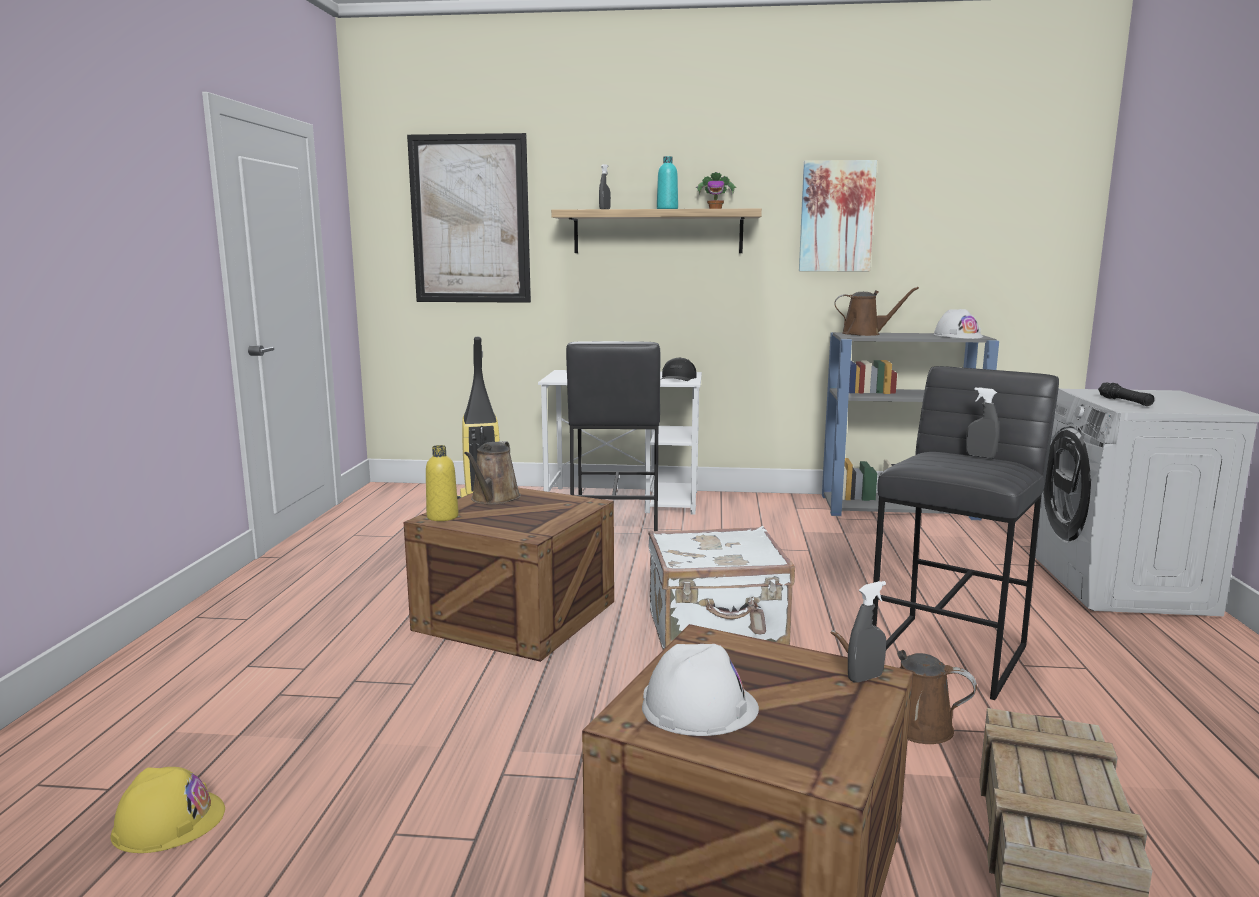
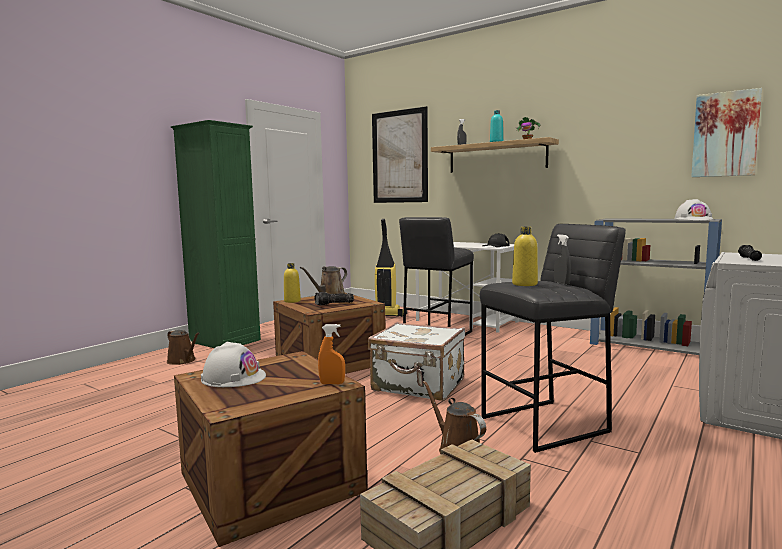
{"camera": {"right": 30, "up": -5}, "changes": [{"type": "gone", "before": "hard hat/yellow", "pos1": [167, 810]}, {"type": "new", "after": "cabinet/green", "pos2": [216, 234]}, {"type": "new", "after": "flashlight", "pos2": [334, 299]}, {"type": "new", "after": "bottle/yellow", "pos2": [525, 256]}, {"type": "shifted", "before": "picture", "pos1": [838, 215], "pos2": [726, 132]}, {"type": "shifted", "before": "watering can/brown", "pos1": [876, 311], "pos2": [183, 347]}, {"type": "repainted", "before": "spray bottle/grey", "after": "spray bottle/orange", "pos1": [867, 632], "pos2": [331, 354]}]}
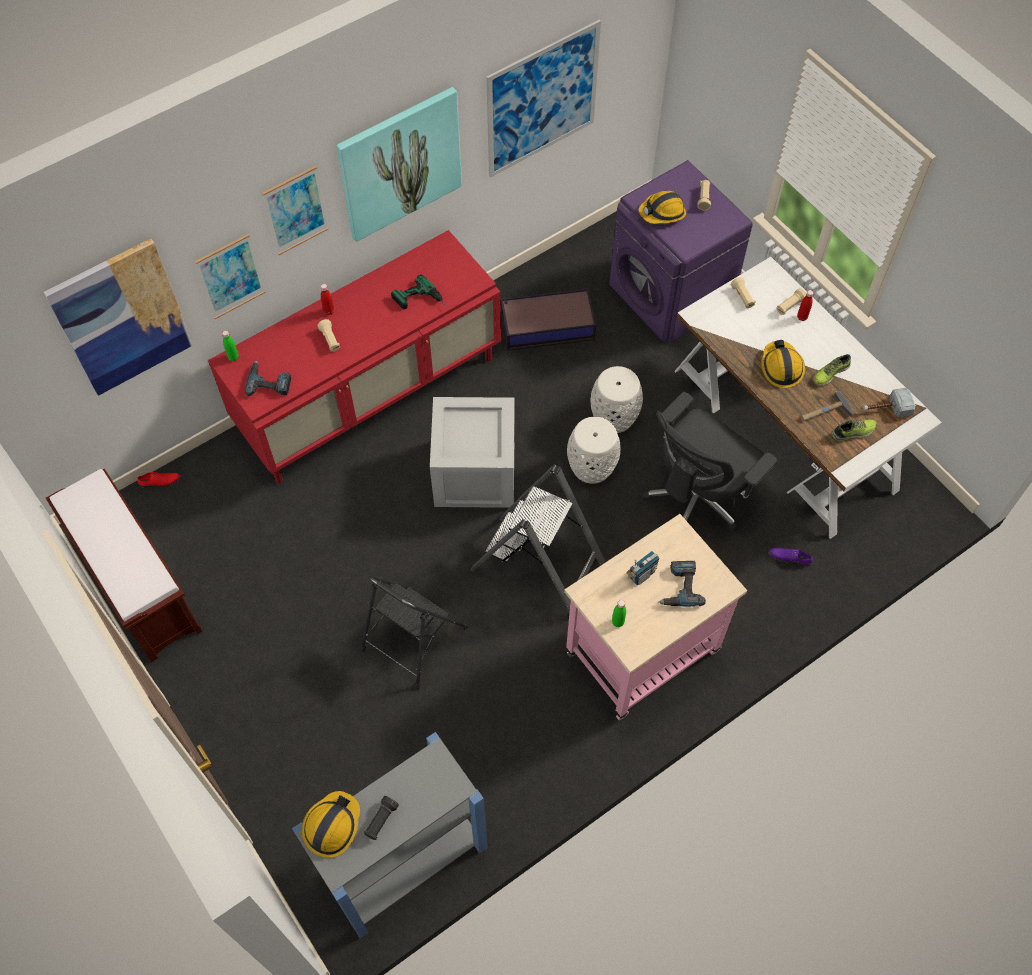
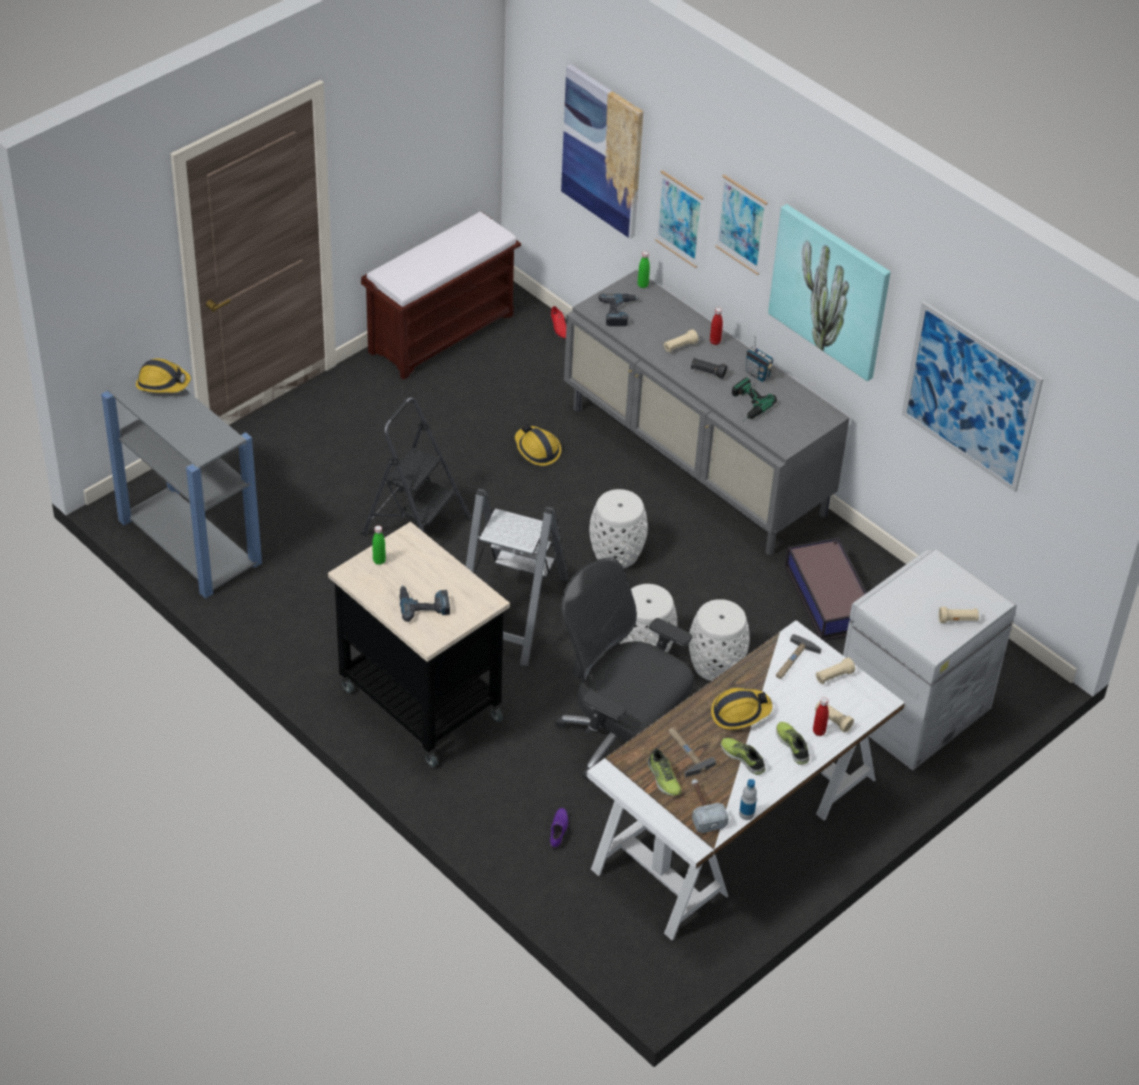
{"camera": {"right": 80, "up": -15}, "changes": [{"type": "new", "after": "bottle", "pos2": [748, 799]}, {"type": "new", "after": "hammer", "pos2": [798, 656]}, {"type": "new", "after": "shoe", "pos2": [792, 743]}, {"type": "shifted", "before": "flashlight/black", "pos1": [381, 818], "pos2": [709, 368]}, {"type": "shifted", "before": "radio", "pos1": [642, 568], "pos2": [760, 359]}, {"type": "shifted", "before": "hard hat", "pos1": [662, 207], "pos2": [538, 445]}, {"type": "swapped", "before": "crate", "after": "stool/white", "pos1": [472, 452], "pos2": [618, 528]}, {"type": "repainted", "before": "cabinet/red", "after": "cabinet/grey", "pos1": [354, 357], "pos2": [706, 412]}, {"type": "repainted", "before": "cart/pink", "after": "cart/black", "pos1": [655, 617], "pos2": [419, 644]}, {"type": "repainted", "before": "washing machine/purple", "after": "washing machine/white", "pos1": [681, 251], "pos2": [930, 660]}]}
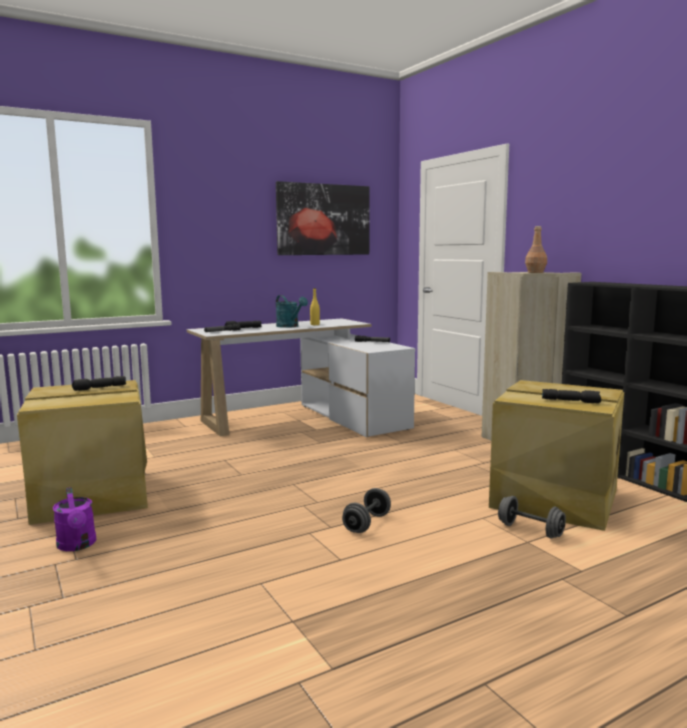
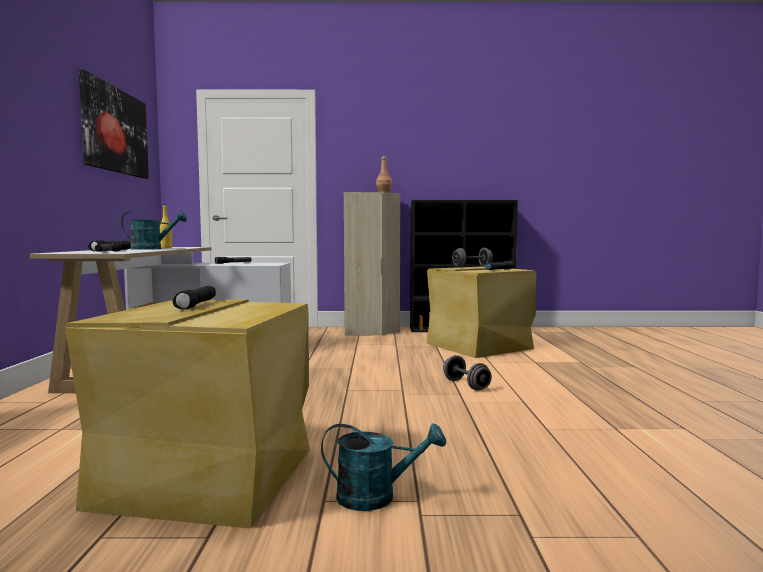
{"camera": {"right": -60, "up": -5}, "changes": [{"type": "shifted", "before": "dumbbell/grey", "pos1": [532, 517], "pos2": [472, 257]}, {"type": "repainted", "before": "watering can/purple", "after": "watering can/turquoise", "pos1": [74, 519], "pos2": [383, 467]}]}
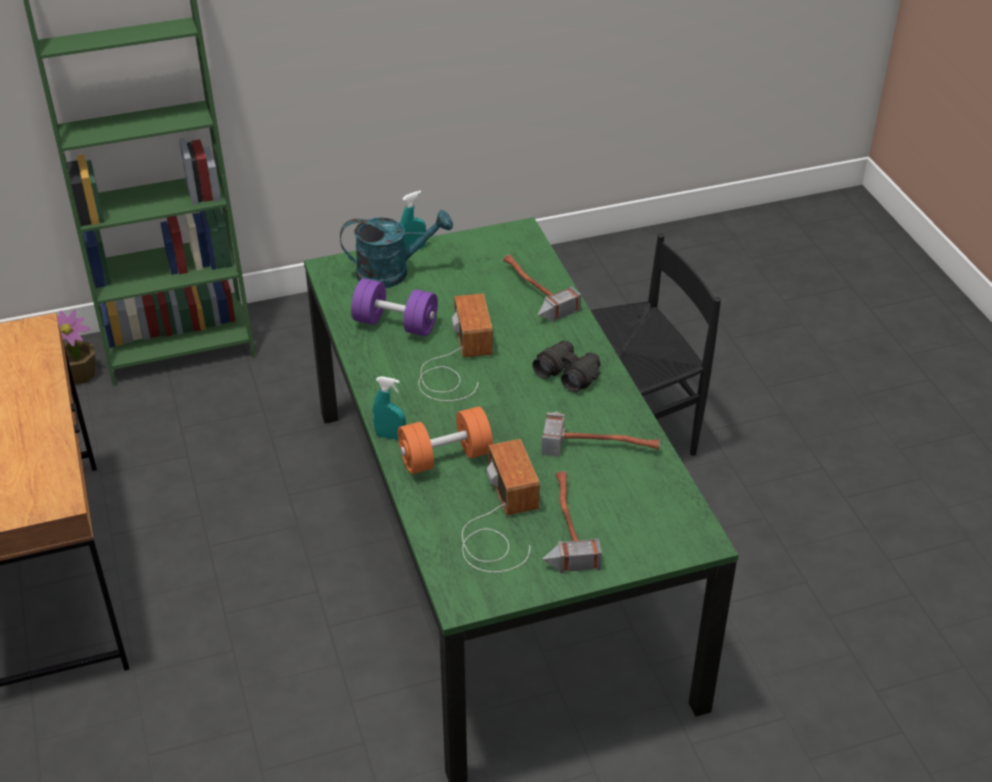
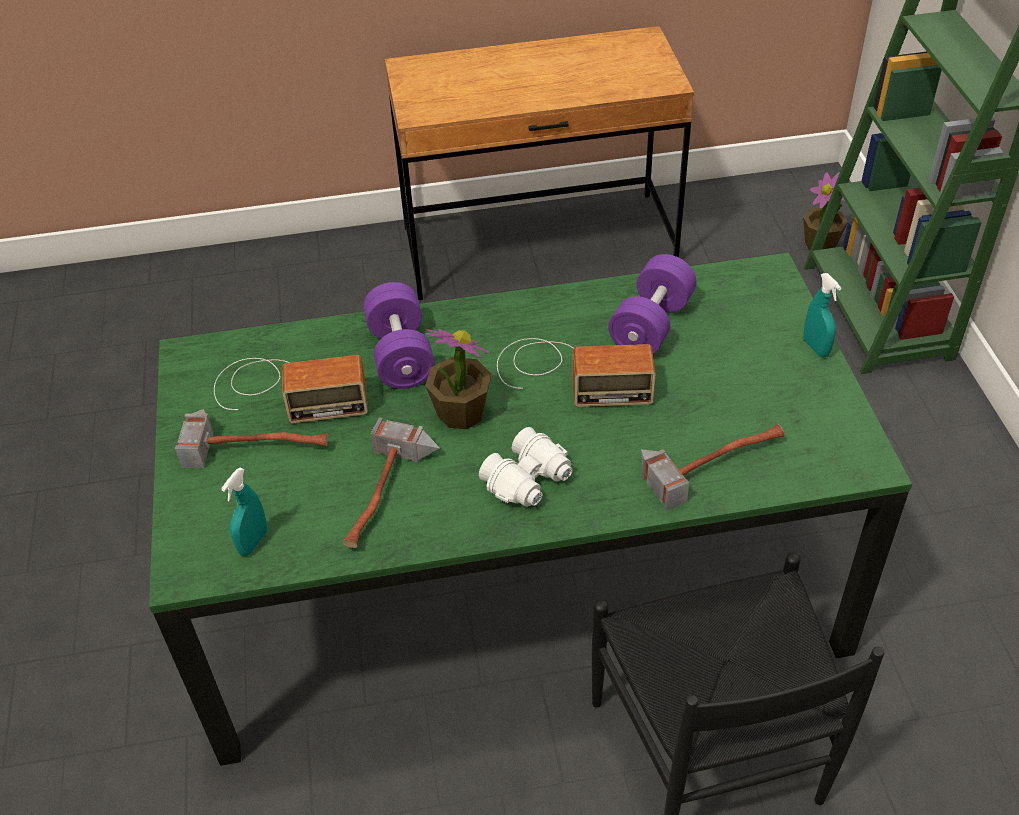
{"camera": {"right": 100, "up": 5}, "changes": [{"type": "gone", "before": "watering can/turquoise", "pos1": [396, 249]}, {"type": "new", "after": "potted plant", "pos2": [458, 379]}, {"type": "shifted", "before": "spray bottle/turquoise", "pos1": [389, 408], "pos2": [244, 512]}, {"type": "repainted", "before": "dumbbell/orange", "after": "dumbbell/purple", "pos1": [445, 440], "pos2": [399, 335]}, {"type": "repainted", "before": "binoculars/black", "after": "binoculars/white", "pos1": [566, 366], "pos2": [525, 467]}]}
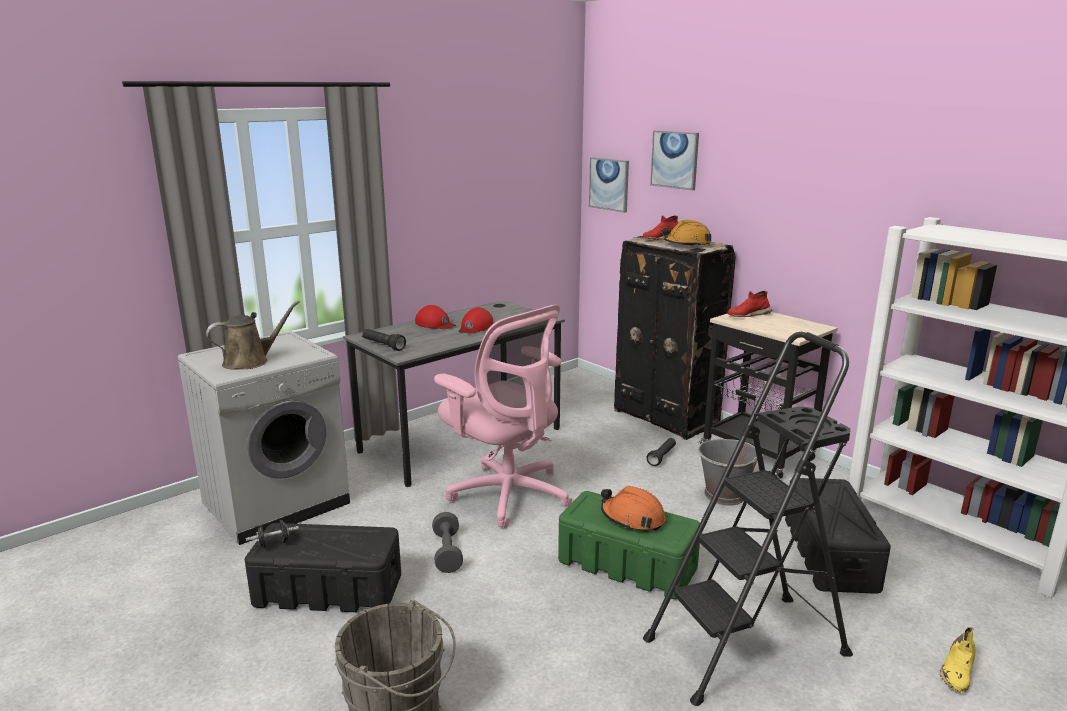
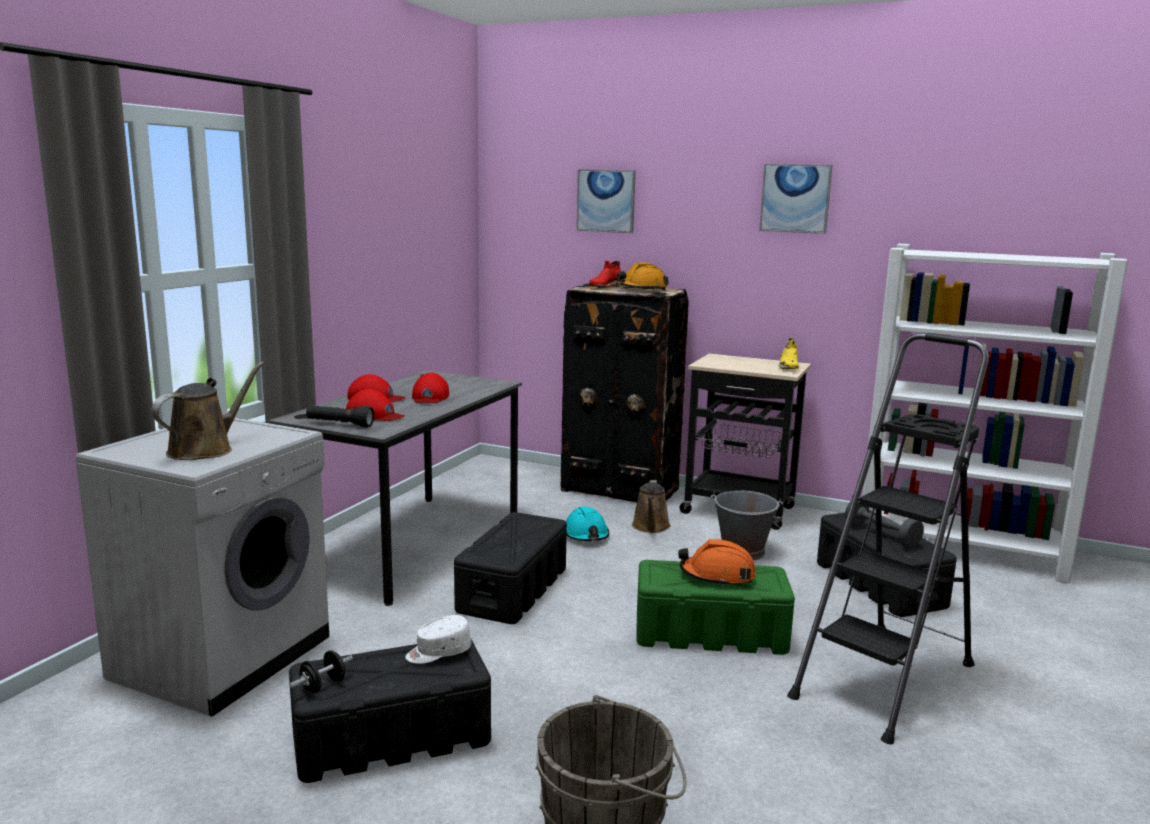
{"camera": {"right": -25, "up": -5}, "changes": [{"type": "gone", "before": "shoe/red", "pos1": [750, 304]}, {"type": "new", "after": "cap/red", "pos2": [375, 405]}, {"type": "new", "after": "cap/white", "pos2": [438, 639]}, {"type": "new", "after": "hard hat/turquoise", "pos2": [587, 523]}, {"type": "shifted", "before": "dumbbell/grey", "pos1": [447, 542], "pos2": [884, 524]}, {"type": "shifted", "before": "picture", "pos1": [609, 185], "pos2": [795, 199]}, {"type": "shifted", "before": "shoe/yellow", "pos1": [958, 660], "pos2": [788, 353]}, {"type": "swapped", "before": "office chair/pink", "after": "storage box/black", "pos1": [503, 416], "pos2": [510, 568]}, {"type": "swapped", "before": "flashlight/black", "after": "watering can/brown", "pos1": [661, 452], "pos2": [651, 506]}]}
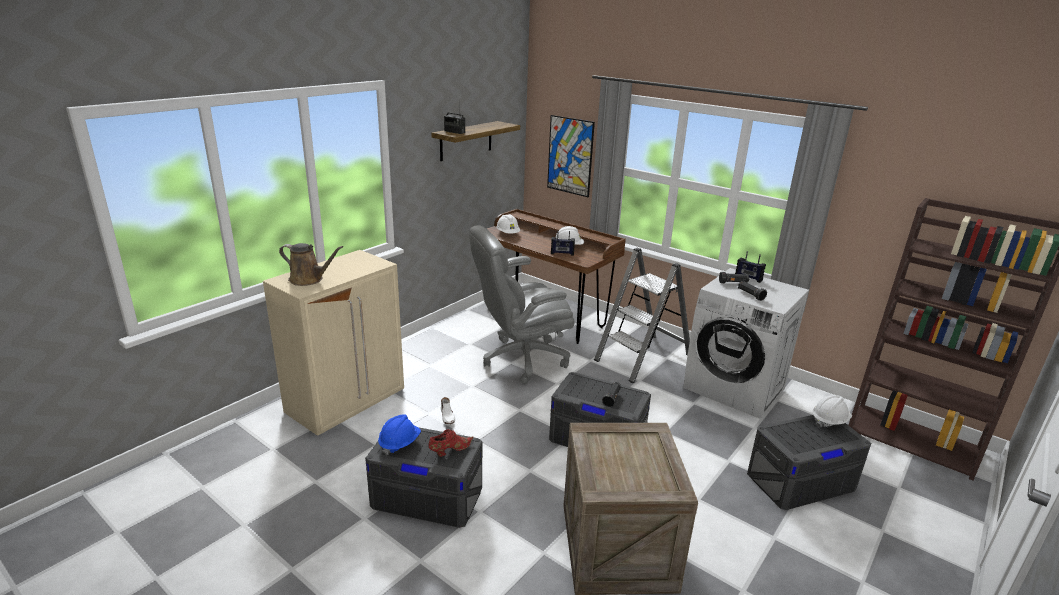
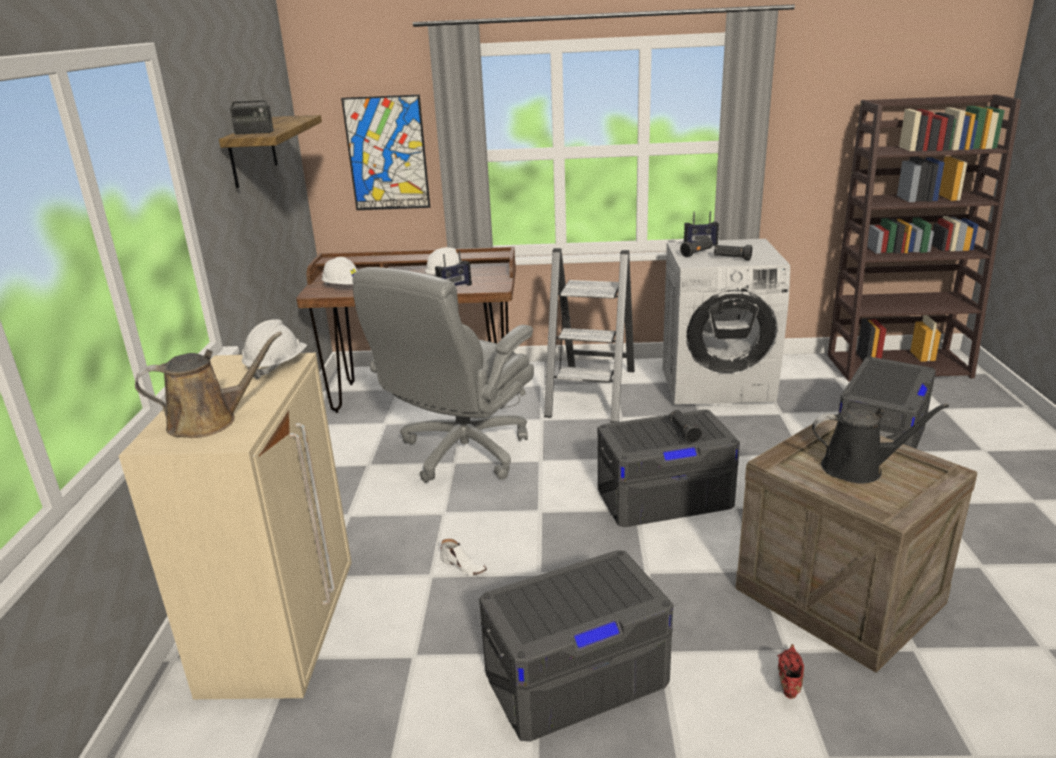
{"camera": {"right": -35, "up": 0}, "changes": [{"type": "gone", "before": "hard hat/blue", "pos1": [399, 434]}, {"type": "new", "after": "watering can/black", "pos2": [880, 444]}, {"type": "shifted", "before": "shoe/red", "pos1": [450, 443], "pos2": [790, 671]}, {"type": "shifted", "before": "hard hat/white", "pos1": [832, 411], "pos2": [274, 349]}]}
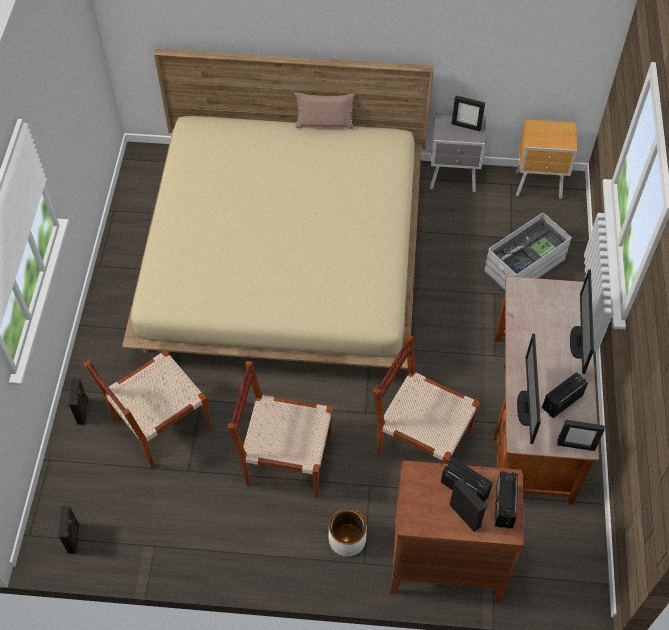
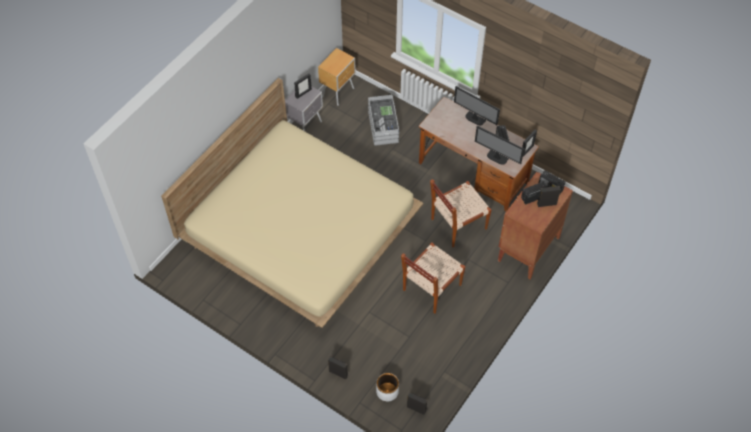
{"camera": {"right": -60, "up": 0}, "changes": [{"type": "gone", "before": "chair", "pos1": [147, 408]}, {"type": "gone", "before": "pillow/beige", "pos1": [325, 110]}, {"type": "shifted", "before": "planter/white", "pos1": [348, 533], "pos2": [387, 387]}]}
